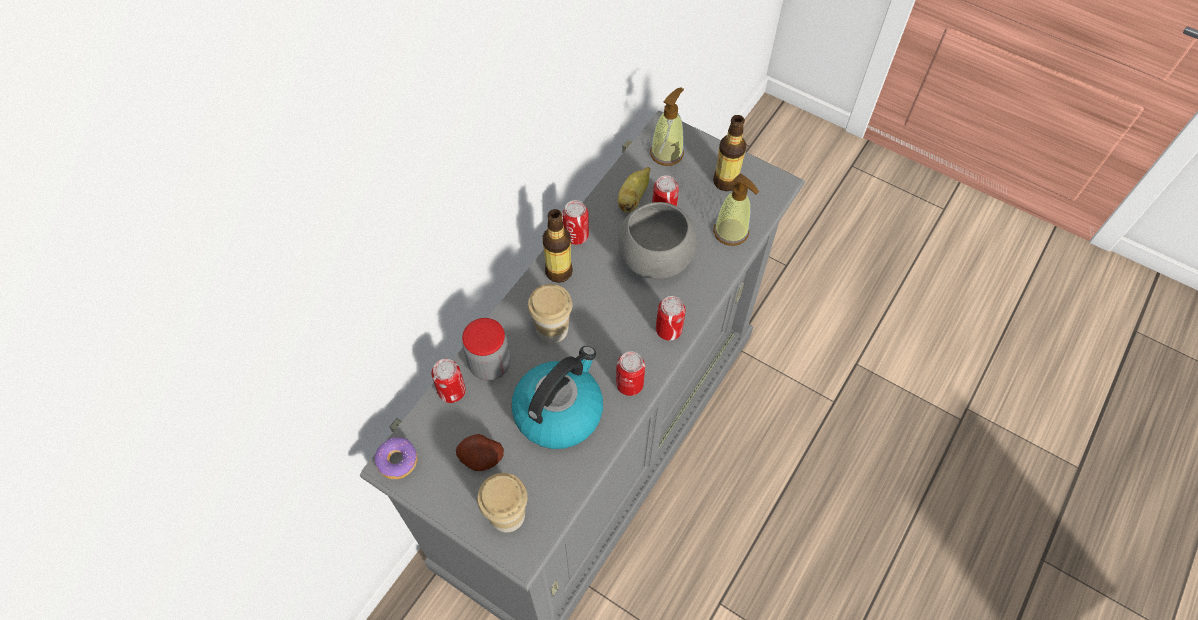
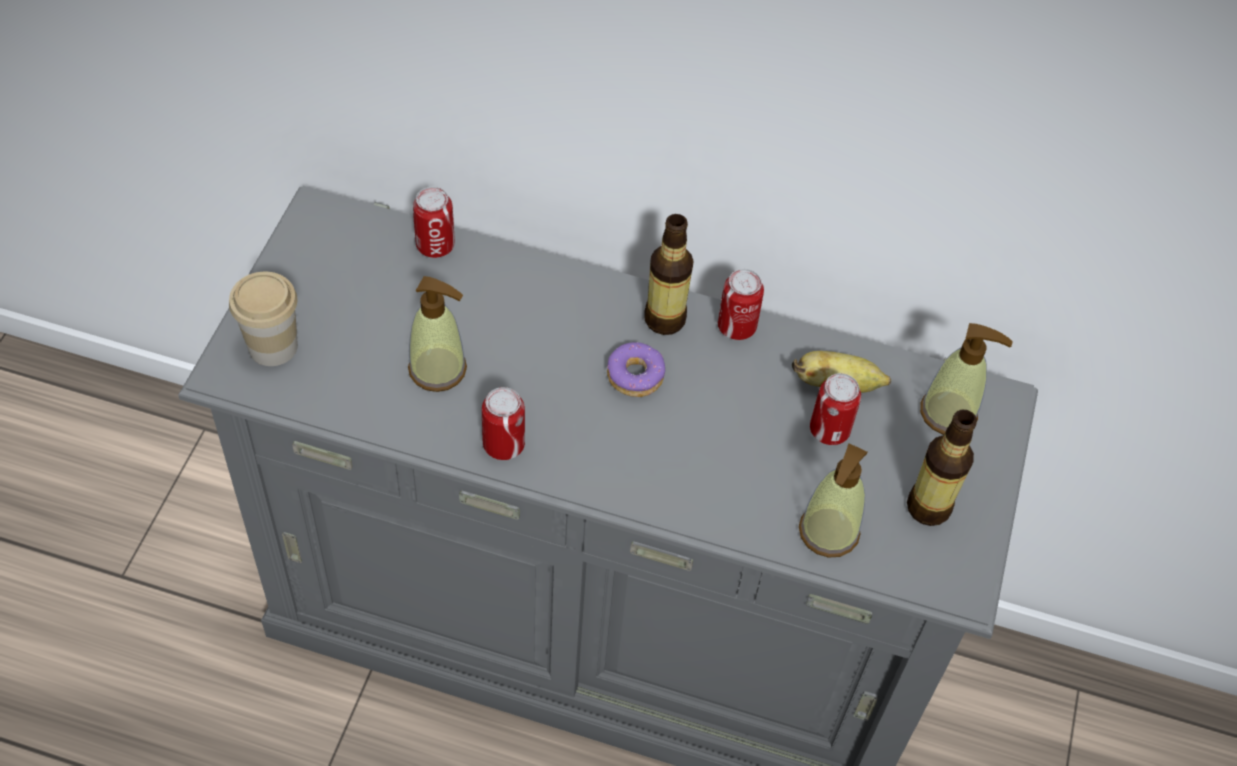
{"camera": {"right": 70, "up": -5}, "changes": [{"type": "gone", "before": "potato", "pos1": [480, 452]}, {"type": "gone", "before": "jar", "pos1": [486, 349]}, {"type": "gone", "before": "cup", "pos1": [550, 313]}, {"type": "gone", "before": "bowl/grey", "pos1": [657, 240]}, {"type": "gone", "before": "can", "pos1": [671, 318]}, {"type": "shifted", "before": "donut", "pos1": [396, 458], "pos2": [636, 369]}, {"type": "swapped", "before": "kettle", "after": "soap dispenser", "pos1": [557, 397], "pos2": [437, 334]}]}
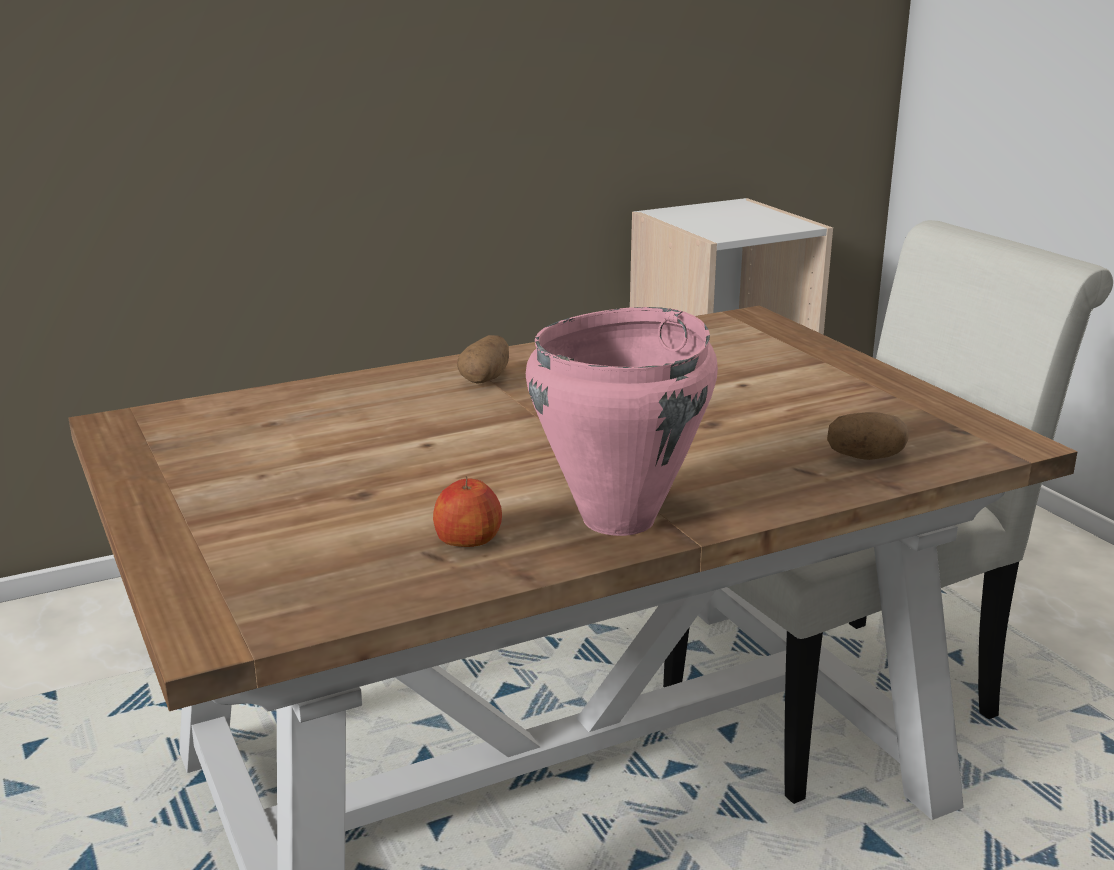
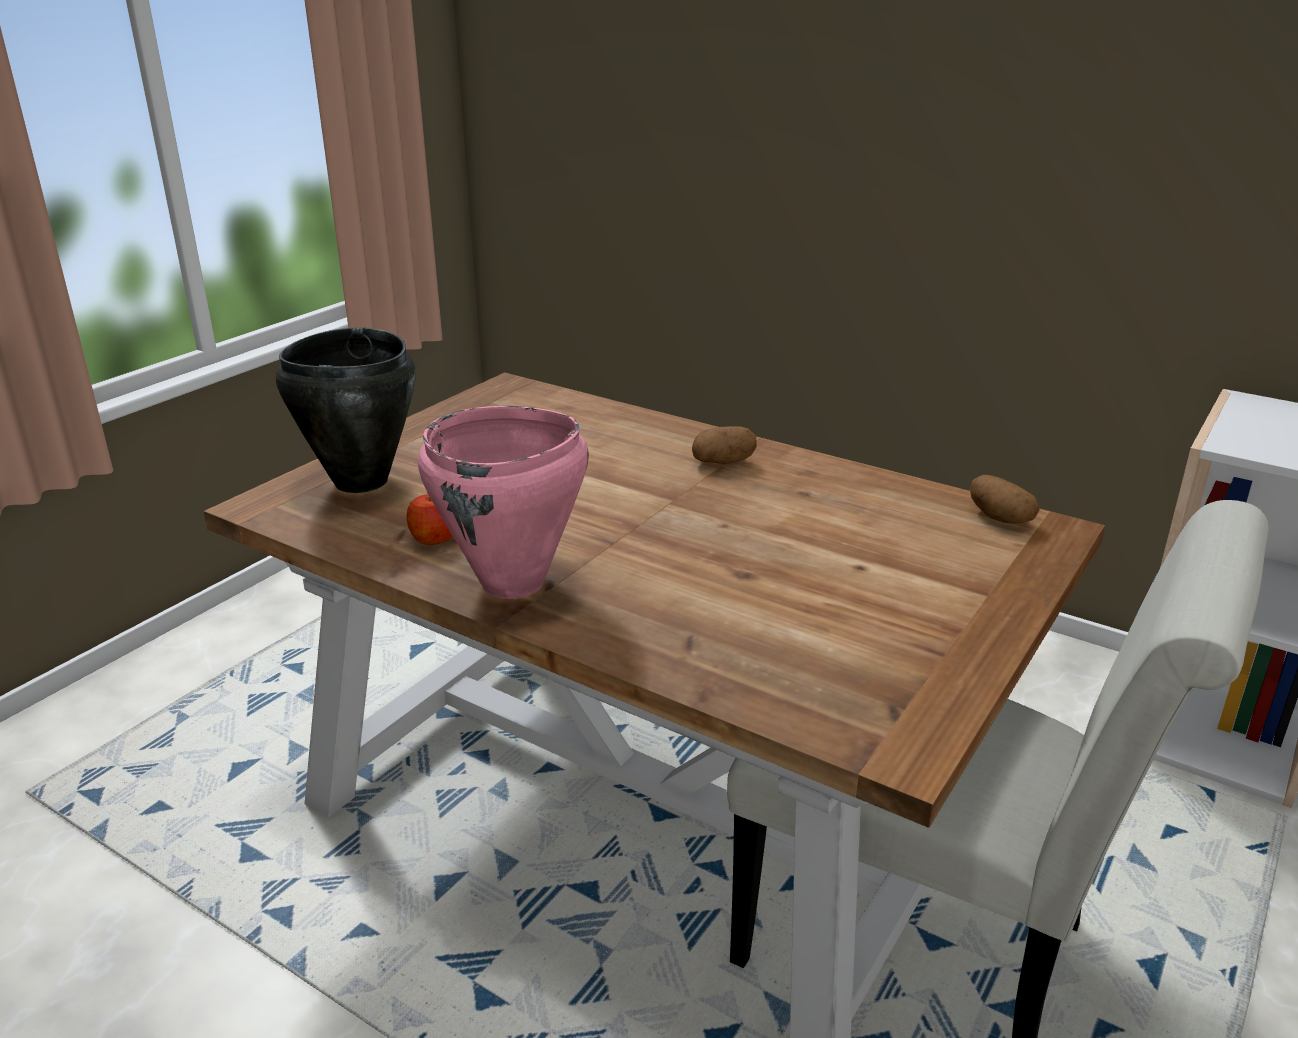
{"camera": {"right": 60, "up": 5}, "changes": [{"type": "new", "after": "cooking pot/black", "pos2": [346, 410]}, {"type": "shifted", "before": "potato", "pos1": [868, 436], "pos2": [1004, 499]}]}
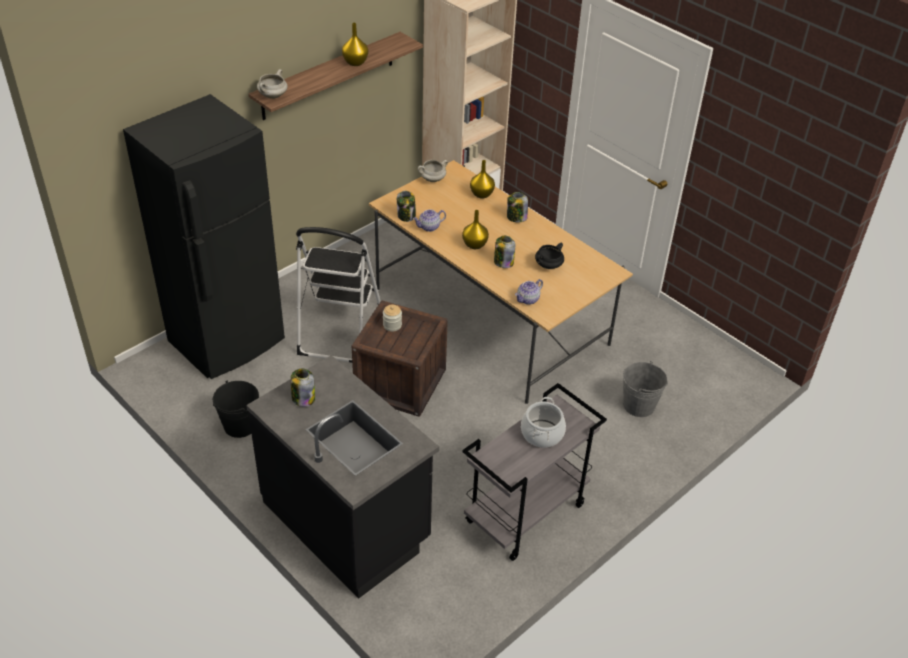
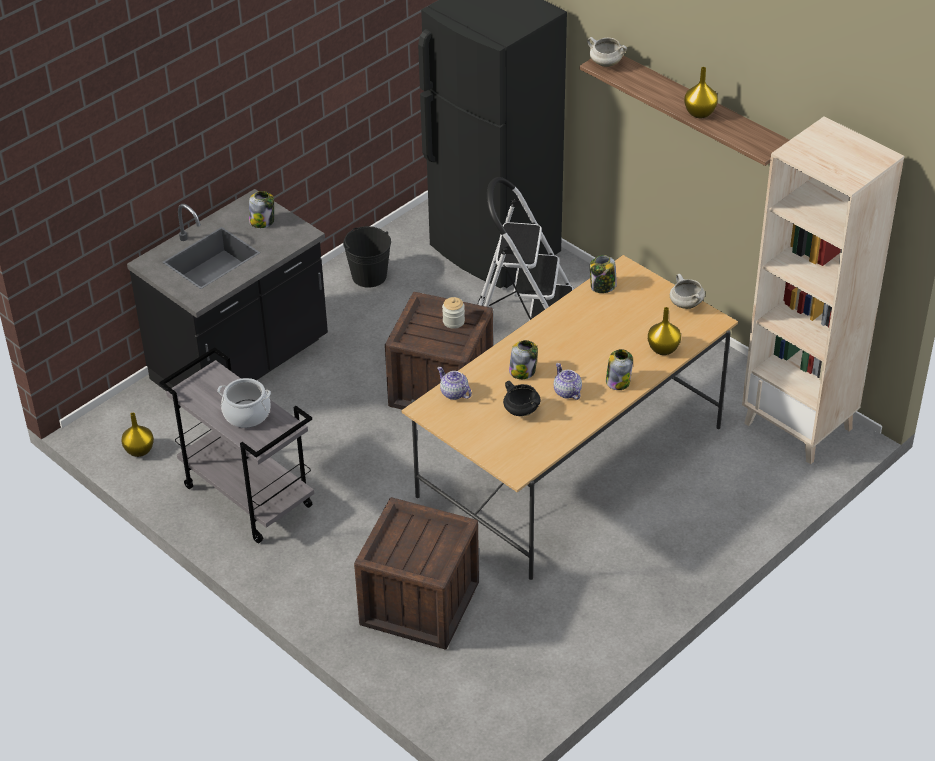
{"camera": {"right": 90, "up": 0}, "changes": [{"type": "shifted", "before": "teapot", "pos1": [429, 220], "pos2": [568, 381]}, {"type": "shifted", "before": "vase/yellow", "pos1": [475, 229], "pos2": [138, 435]}, {"type": "swapped", "before": "bucket/grey", "after": "crate", "pos1": [645, 389], "pos2": [416, 573]}]}
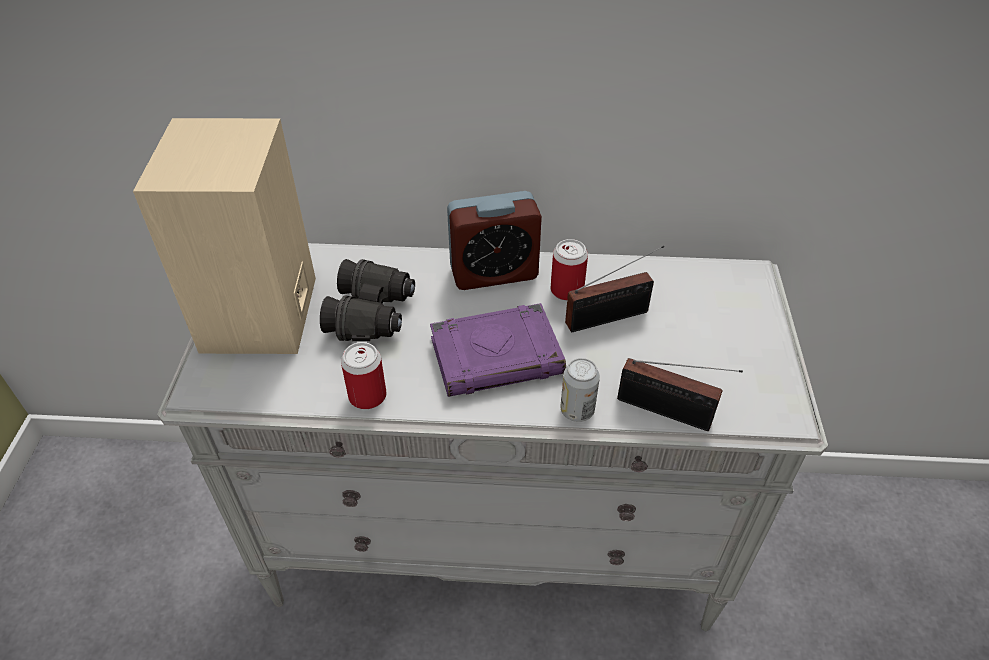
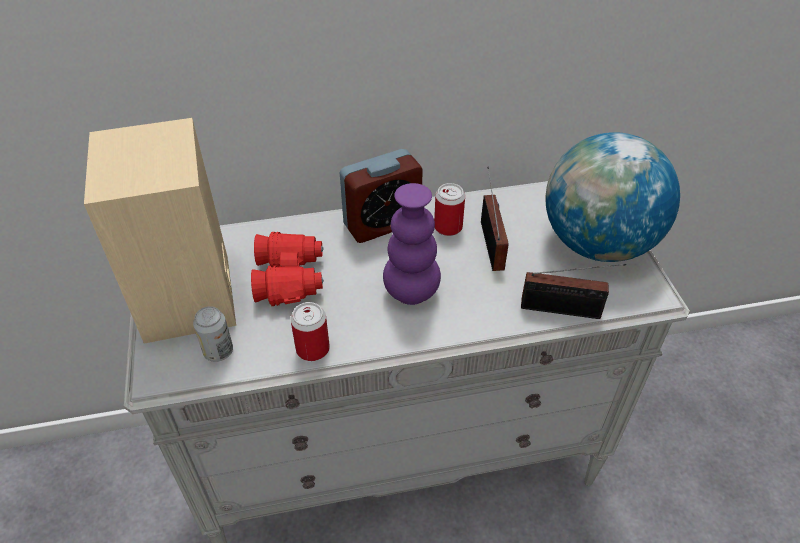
{"camera": {"right": -15, "up": 0}, "changes": [{"type": "new", "after": "globe", "pos2": [612, 197]}, {"type": "shifted", "before": "can", "pos1": [580, 390], "pos2": [213, 334]}, {"type": "swapped", "before": "book/purple", "after": "vase/purple", "pos1": [498, 350], "pos2": [412, 244]}, {"type": "repainted", "before": "binoculars/black", "after": "binoculars/red", "pos1": [367, 300], "pos2": [287, 269]}, {"type": "rotated", "before": "radio", "pos1": [614, 289], "pos2": [495, 219], "turn": -60}]}
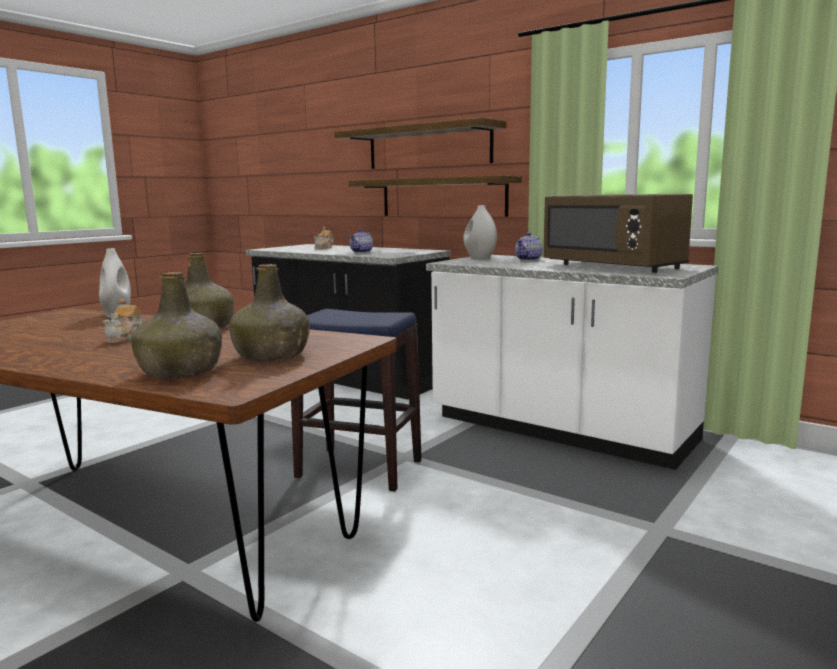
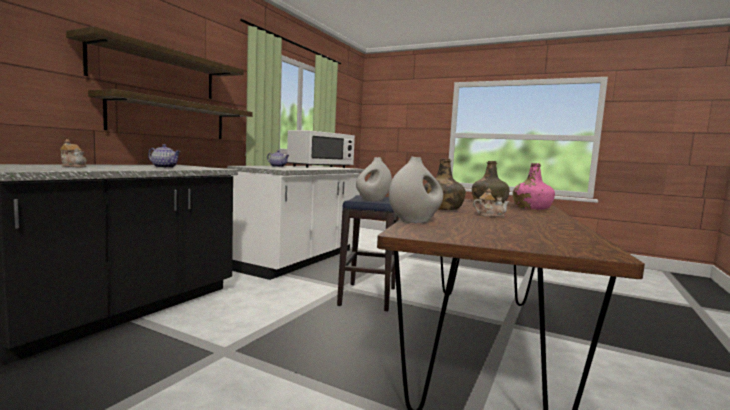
{"camera": {"right": -100, "up": -5}, "changes": [{"type": "shifted", "before": "vase/white", "pos1": [480, 232], "pos2": [374, 179]}, {"type": "repainted", "before": "bottle/green", "after": "bottle/pink", "pos1": [176, 325], "pos2": [534, 186]}, {"type": "repainted", "before": "microwave/brown", "after": "microwave/white", "pos1": [618, 233], "pos2": [321, 149]}]}
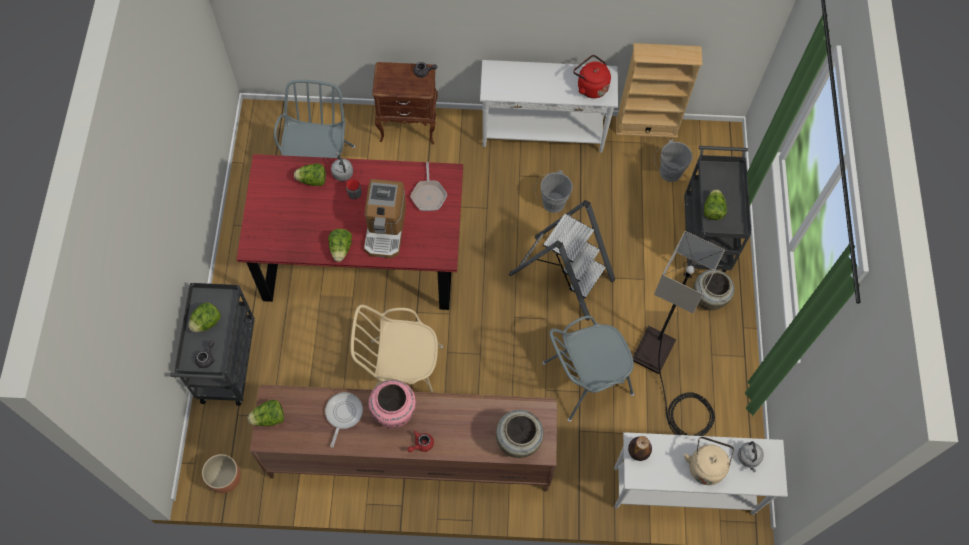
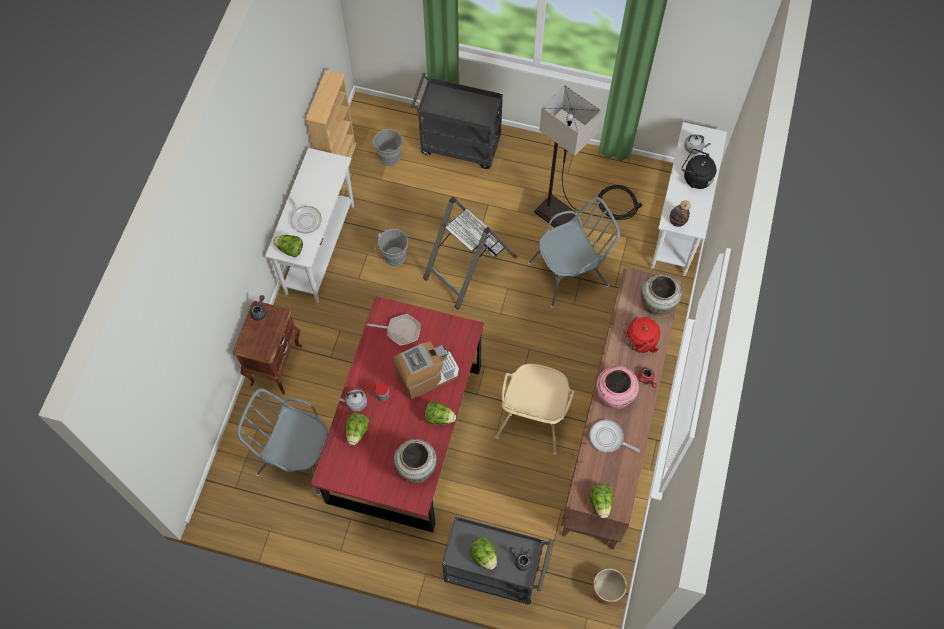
{"camera": {"right": -75, "up": 0}, "changes": [{"type": "new", "after": "frying pan", "pos2": [305, 215]}, {"type": "shifted", "before": "kettle/red", "pos1": [592, 76], "pos2": [641, 335]}, {"type": "shifted", "before": "vase/beige", "pos1": [713, 289], "pos2": [415, 461]}, {"type": "shifted", "before": "lettuce", "pos1": [715, 204], "pos2": [288, 246]}, {"type": "repainted", "before": "kettle/beige", "after": "kettle/black", "pos1": [709, 461], "pos2": [699, 169]}, {"type": "rotated", "before": "coffee machine", "pos1": [385, 218], "pos2": [425, 370], "turn": -45}, {"type": "rotated", "before": "chair/grey", "pos1": [588, 368], "pos2": [574, 252], "turn": -105}]}
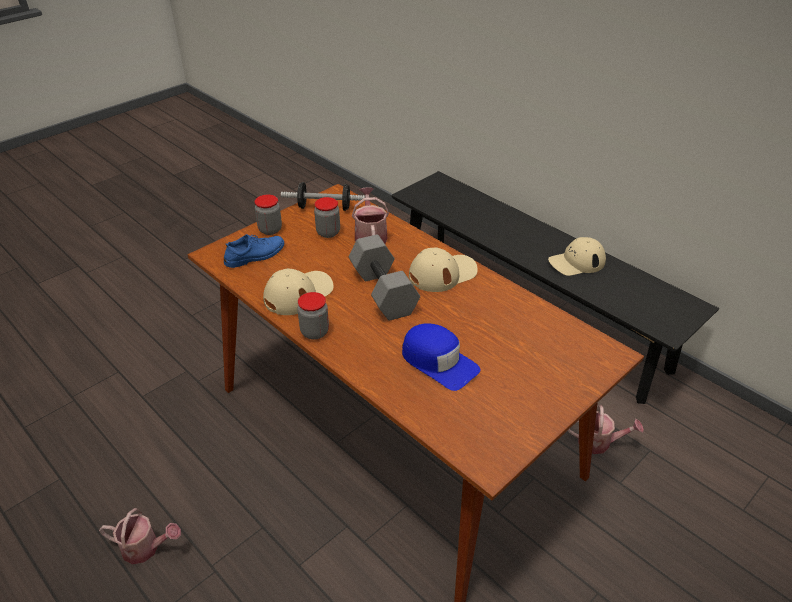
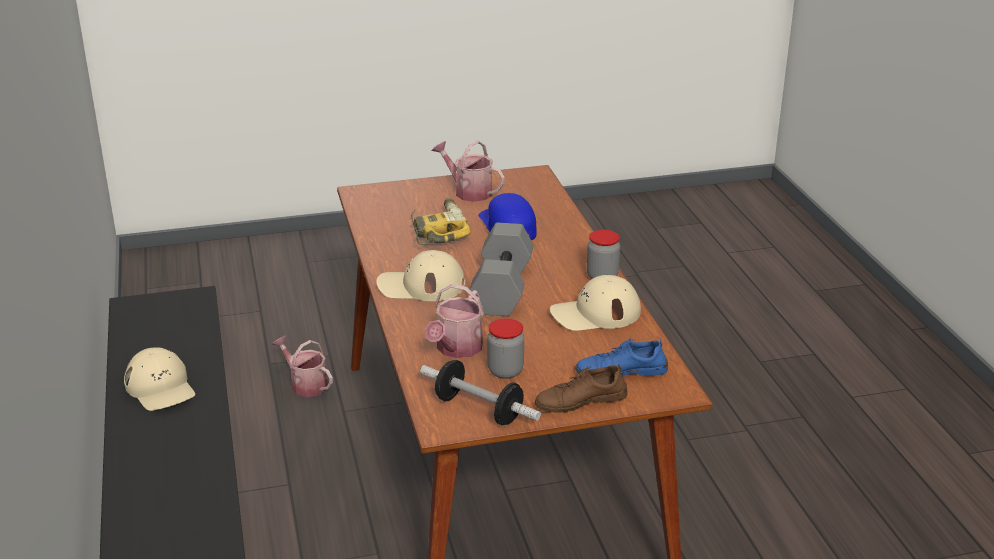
{"camera": {"right": -150, "up": -10}, "changes": [{"type": "new", "after": "power drill", "pos2": [441, 221]}, {"type": "shifted", "before": "watering can", "pos1": [140, 536], "pos2": [468, 171]}, {"type": "swapped", "before": "jar", "after": "shoe/brown", "pos1": [268, 215], "pos2": [581, 388]}, {"type": "rotated", "before": "cap/beige", "pos1": [577, 256], "pos2": [159, 379], "turn": 45}]}
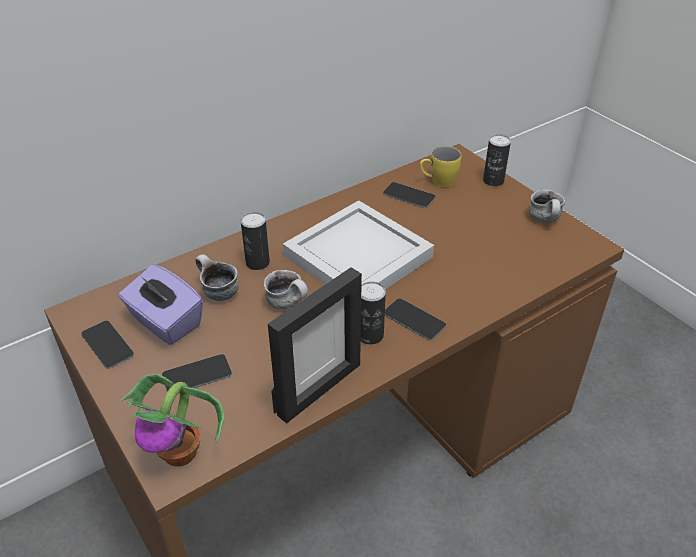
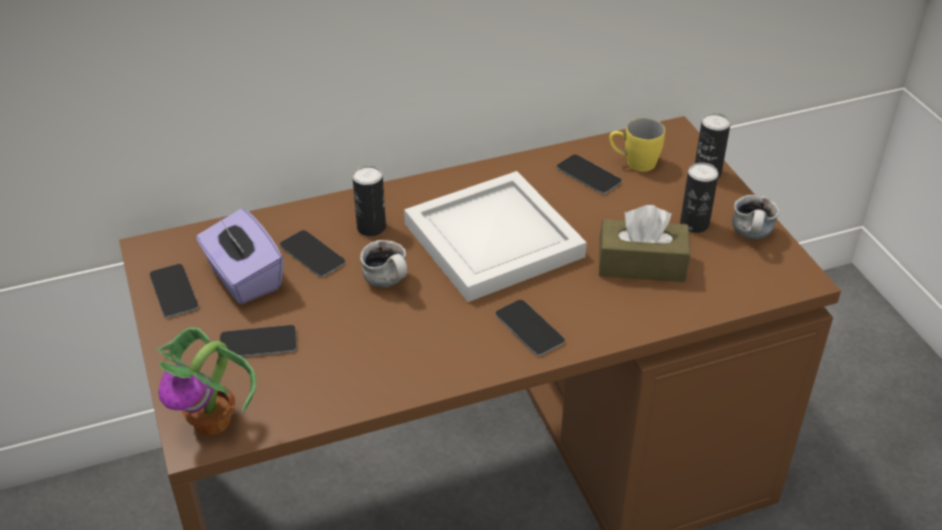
{"camera": {"right": 15, "up": 0}, "changes": [{"type": "gone", "before": "picture frame", "pos1": [315, 345]}, {"type": "new", "after": "tissue box/brown", "pos2": [644, 243]}, {"type": "shifted", "before": "can", "pos1": [373, 312], "pos2": [699, 197]}, {"type": "swapped", "before": "mug", "after": "phone", "pos1": [217, 277], "pos2": [312, 253]}]}
